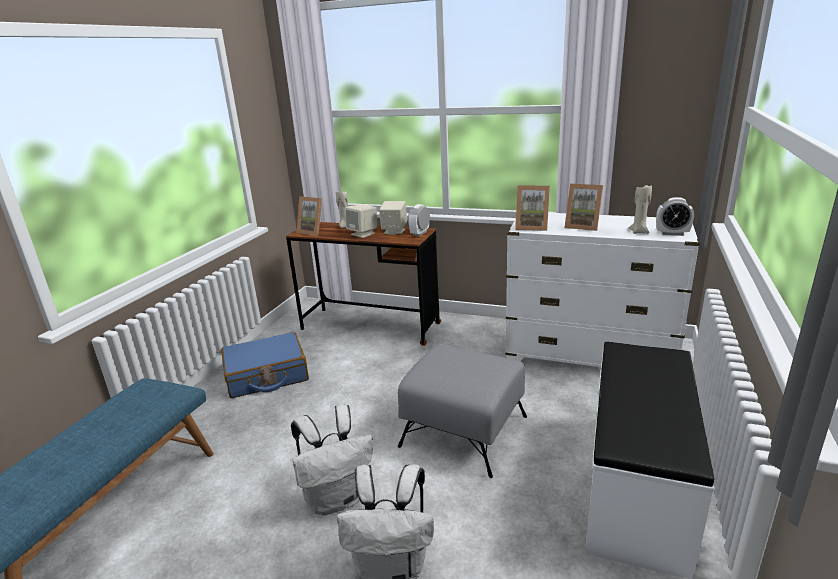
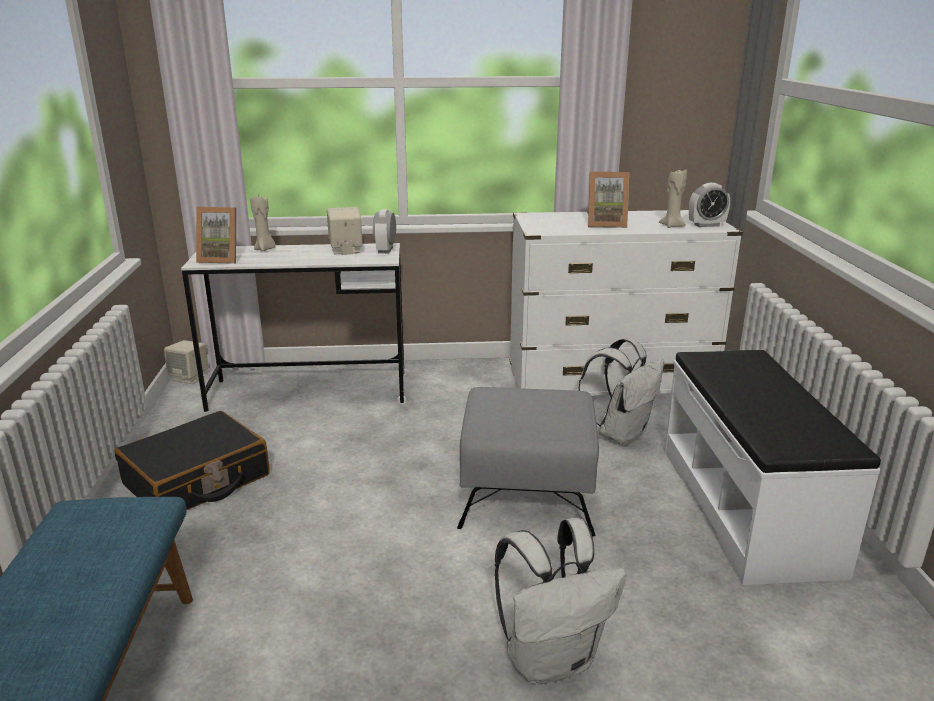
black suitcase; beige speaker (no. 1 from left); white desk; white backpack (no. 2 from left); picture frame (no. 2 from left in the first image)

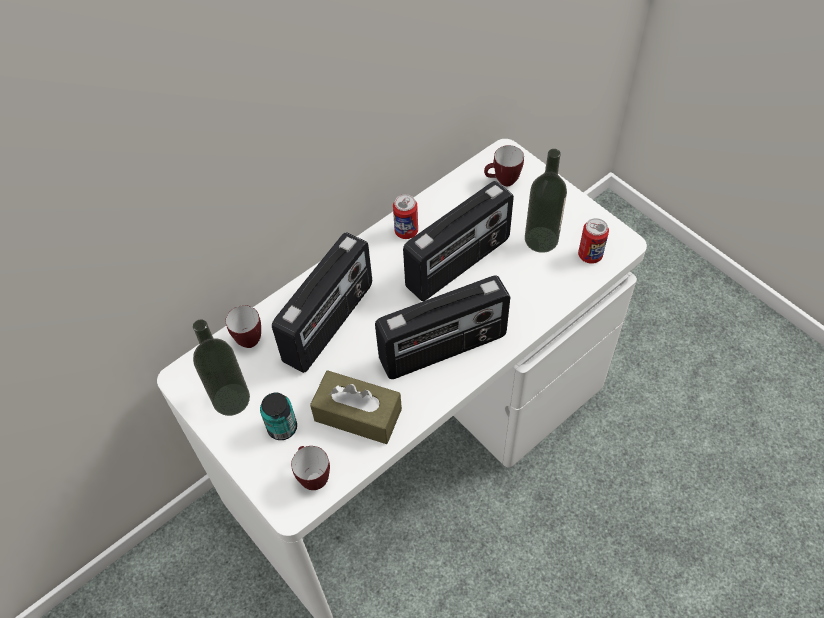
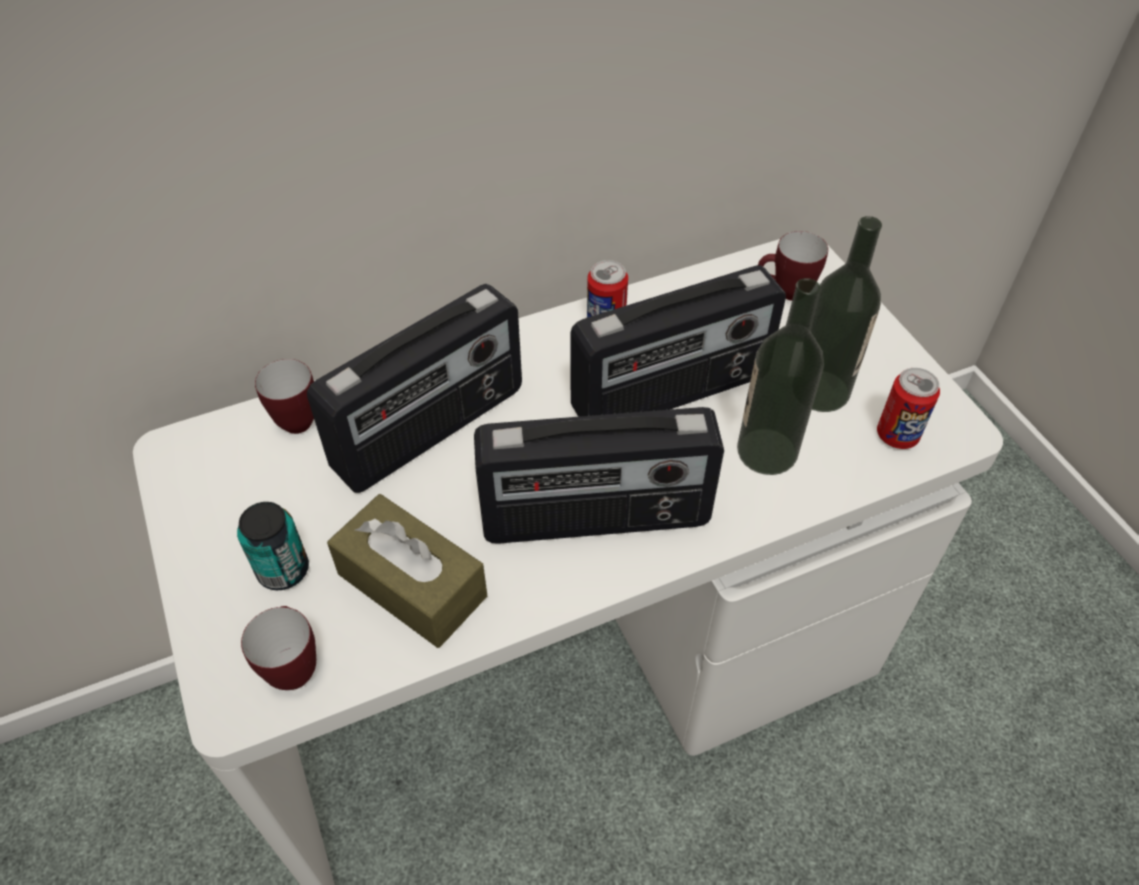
bottle (no. 1 from left)

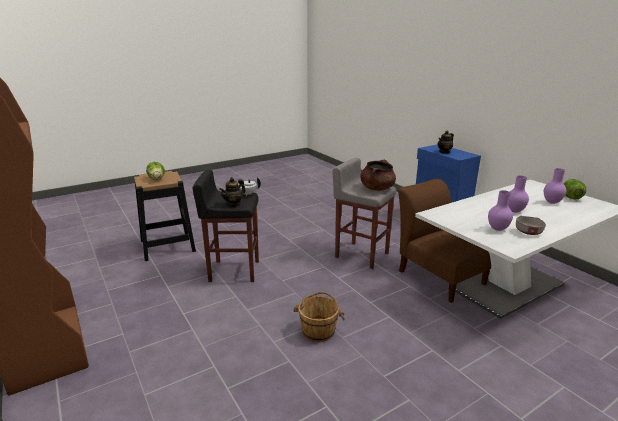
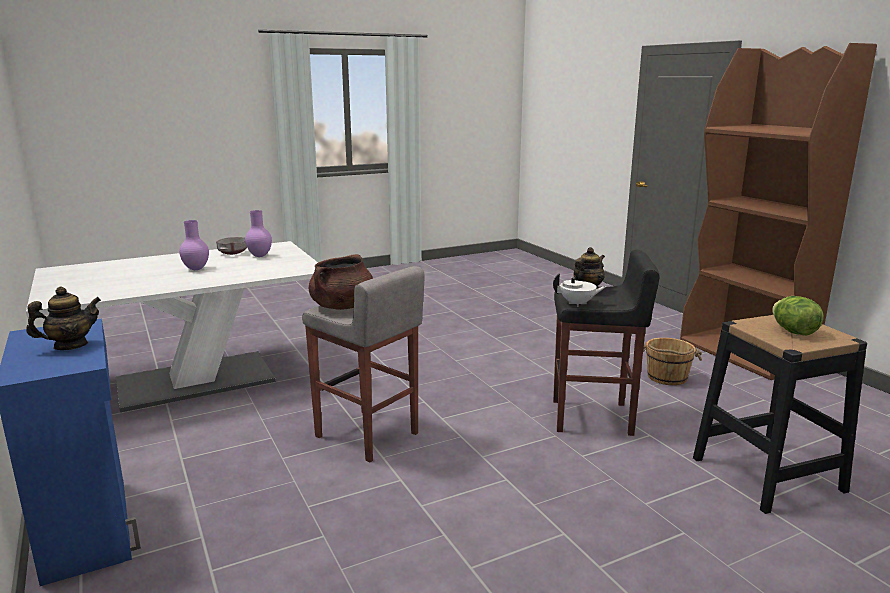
brown bucket; brown chair; purple vase (no. 3 from left in the first image); lettuce (no. 2 from left in the first image)

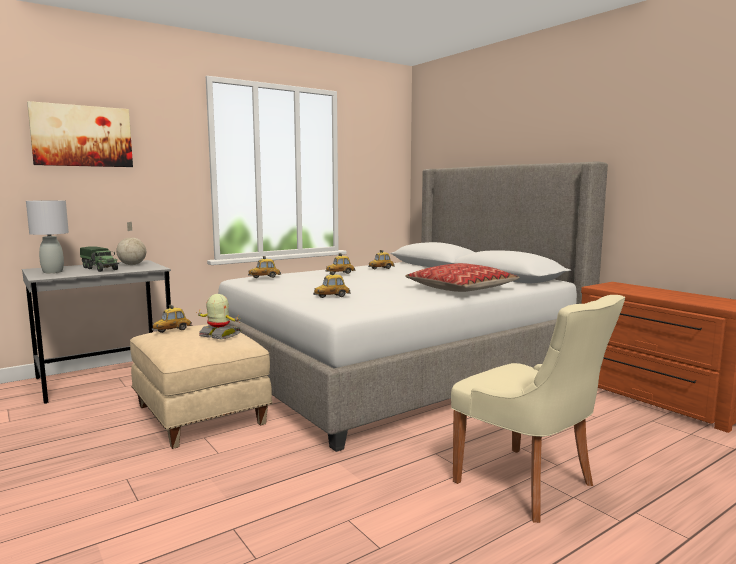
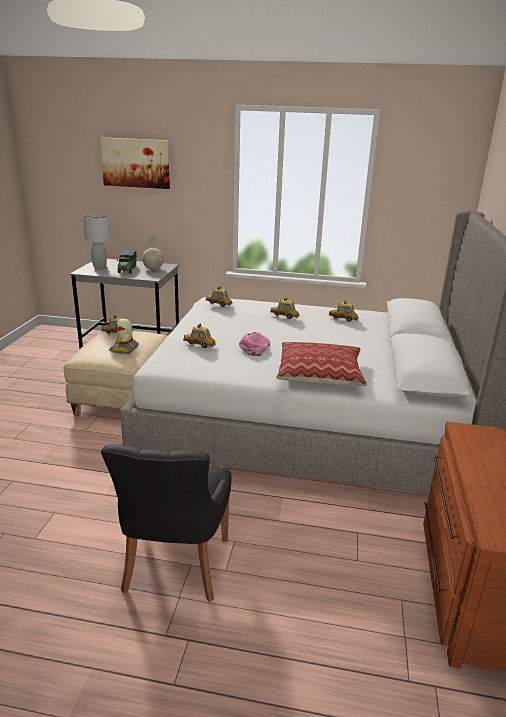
black chair; toy robot; pink cap

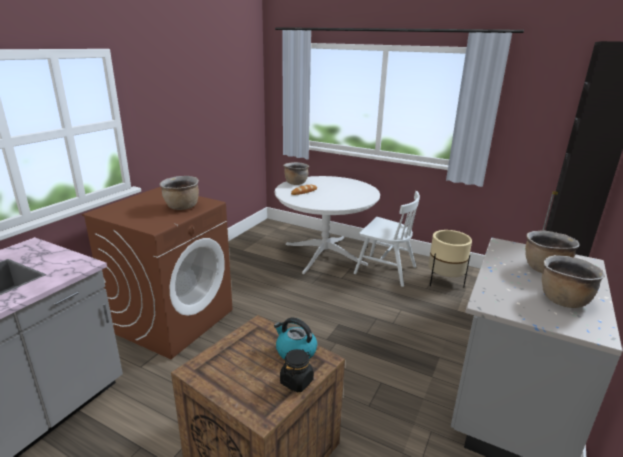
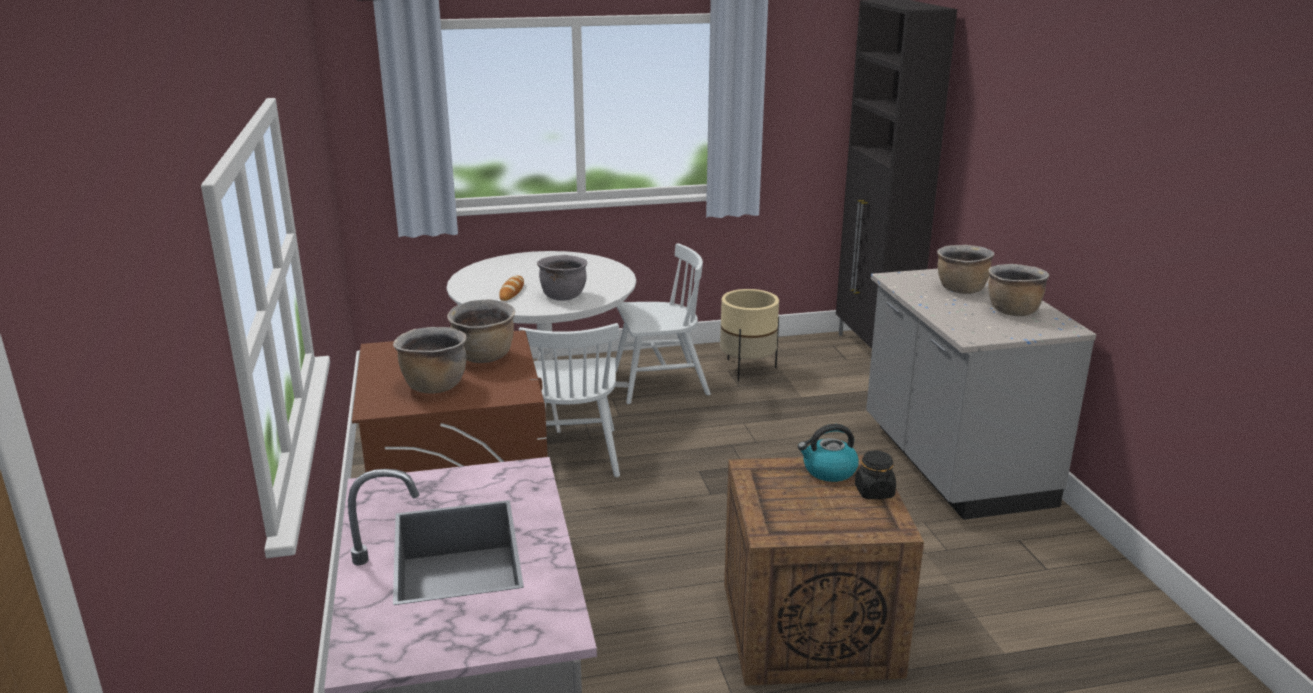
brown cooking pot (no. 1 from left); white chair (no. 1 from left); grey cooking pot

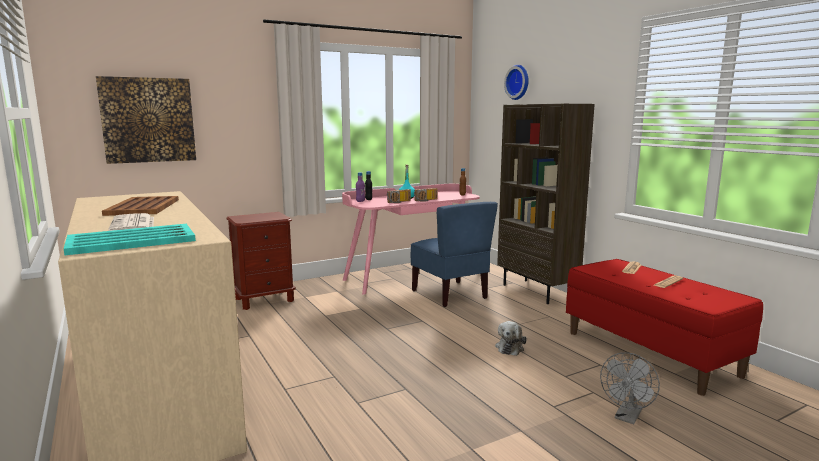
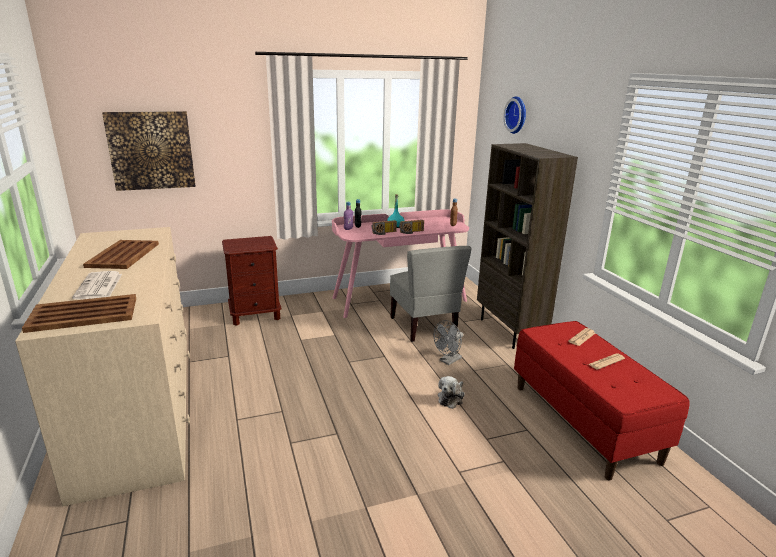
brown tray (no. 1 from left); grey chair; grey fan

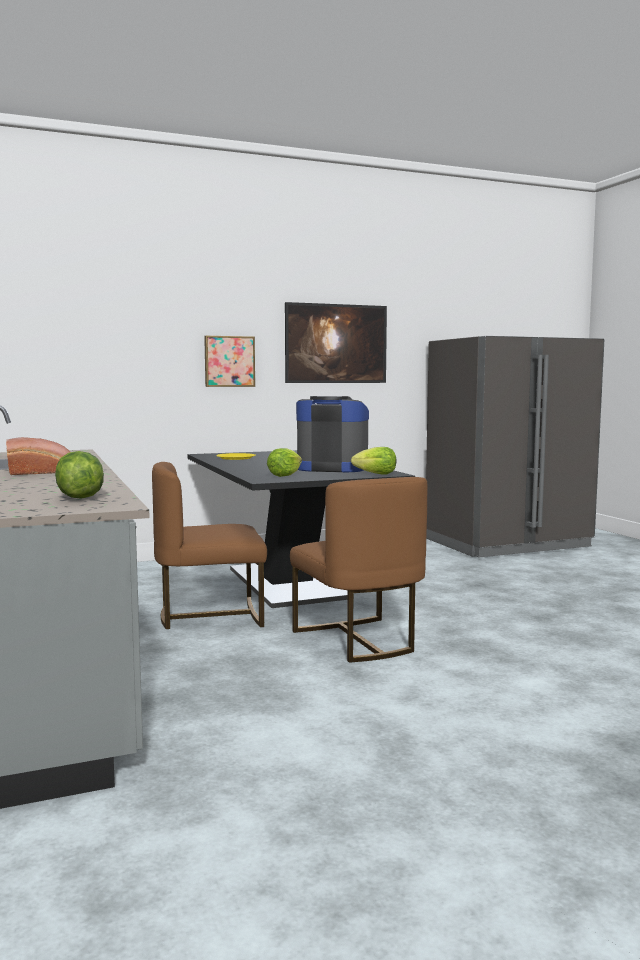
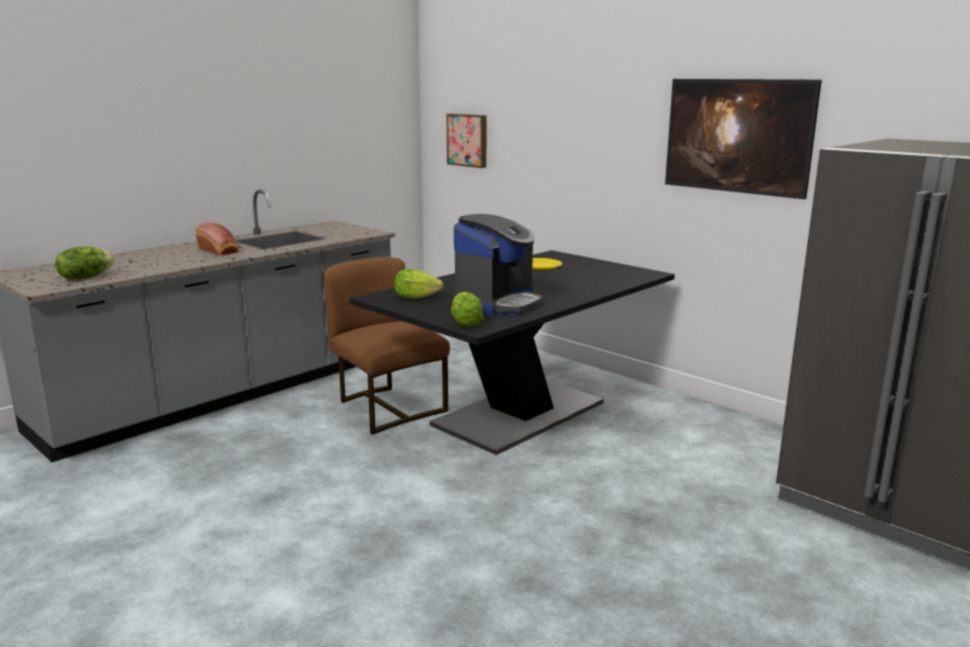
picture (no. 1 from left); coffee machine; brown chair (no. 2 from left in the first image)

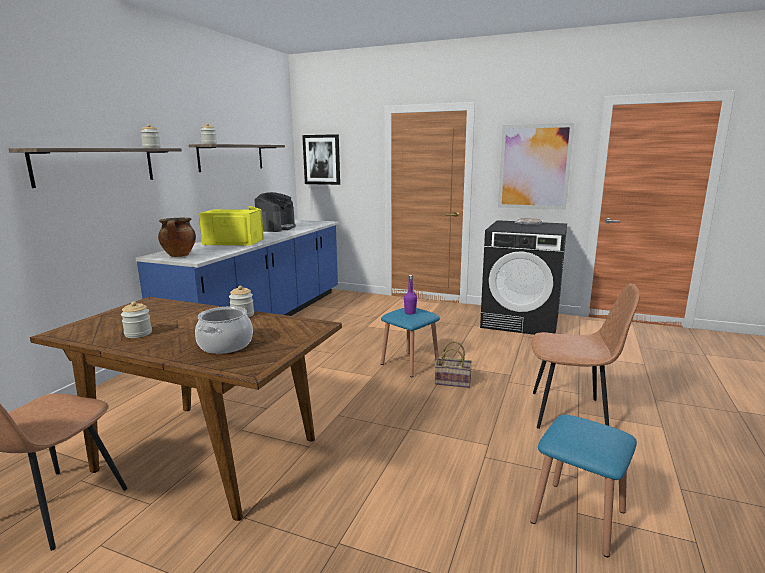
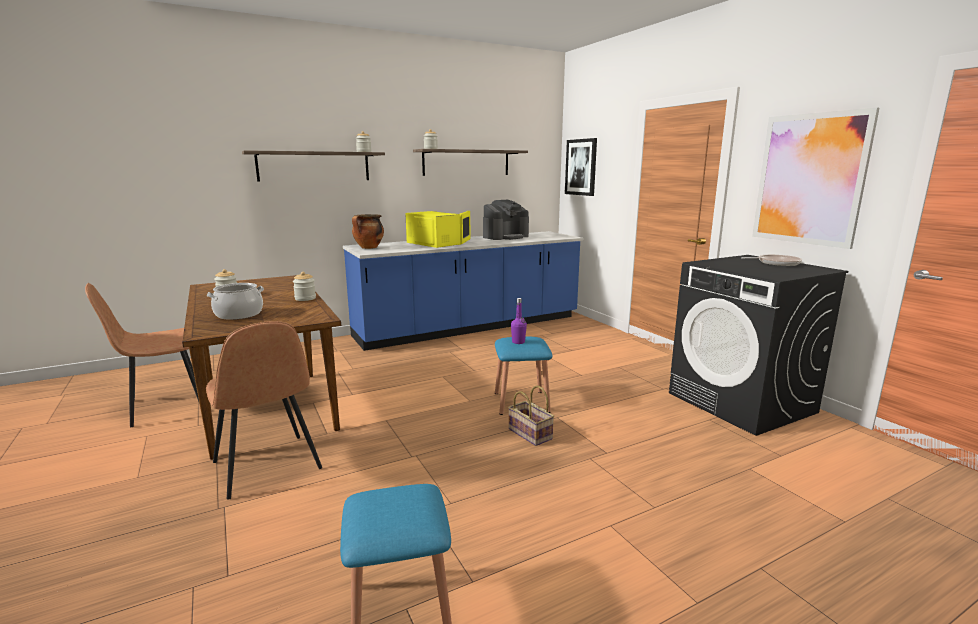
brown chair (no. 2 from left)

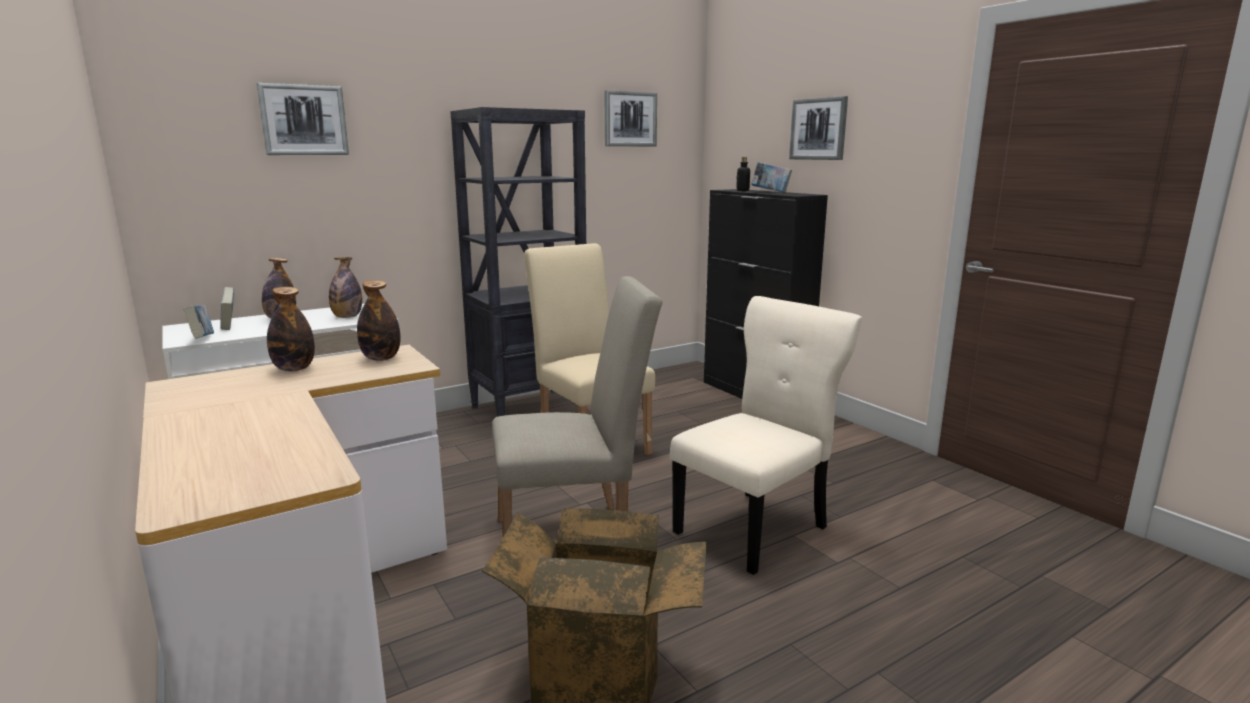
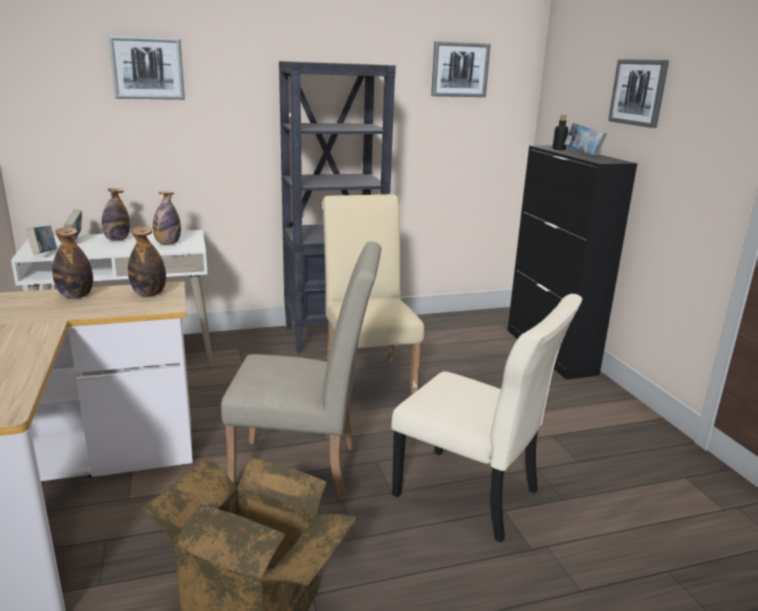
beige chair (no. 3 from left)

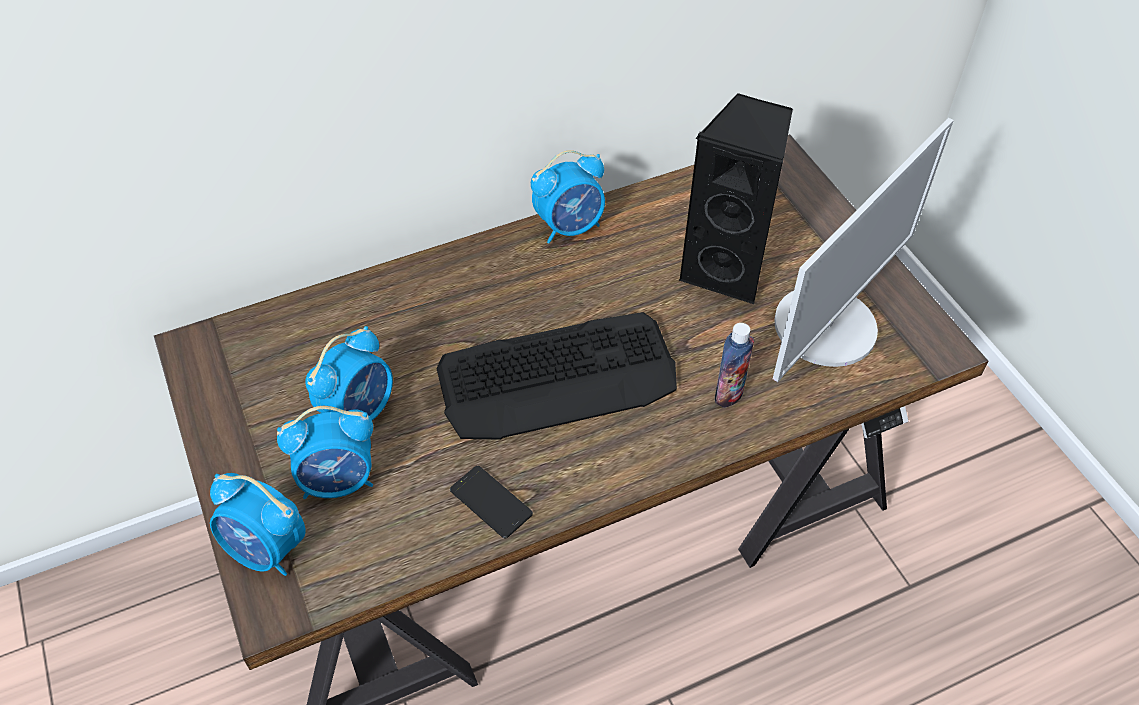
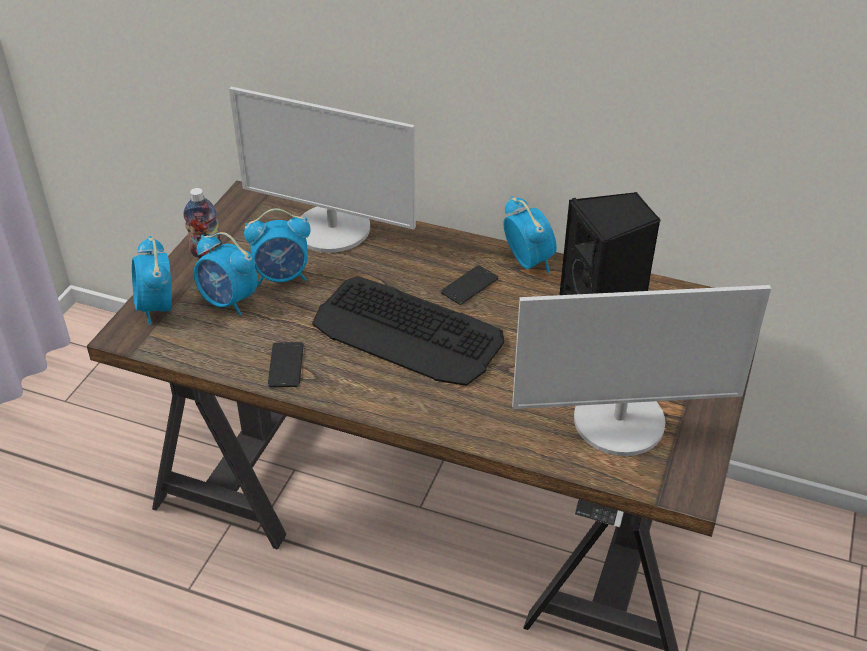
bottle; monitor (no. 1 from left); phone (no. 2 from left); alarm clock (no. 4 from left)

